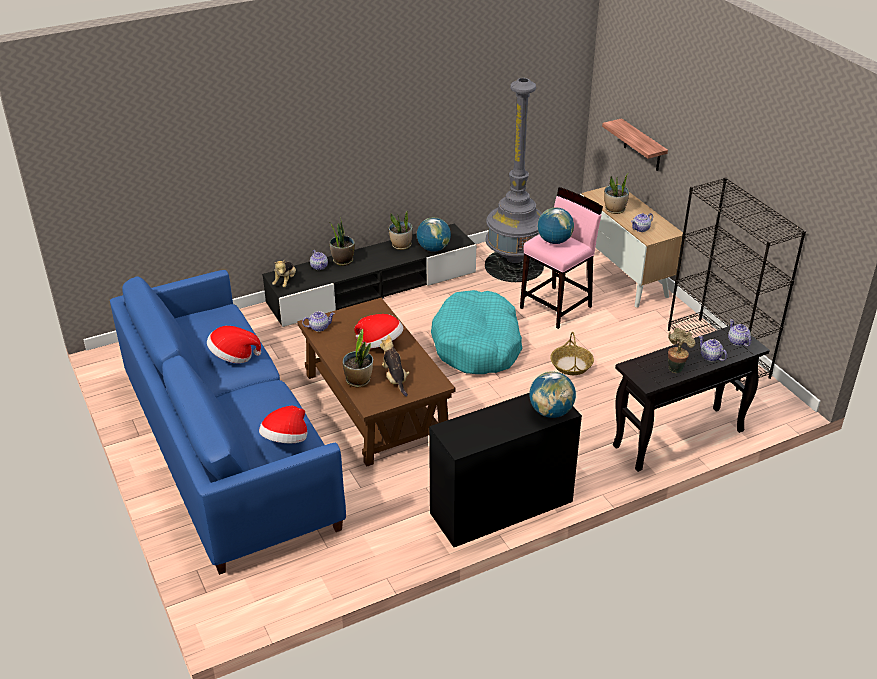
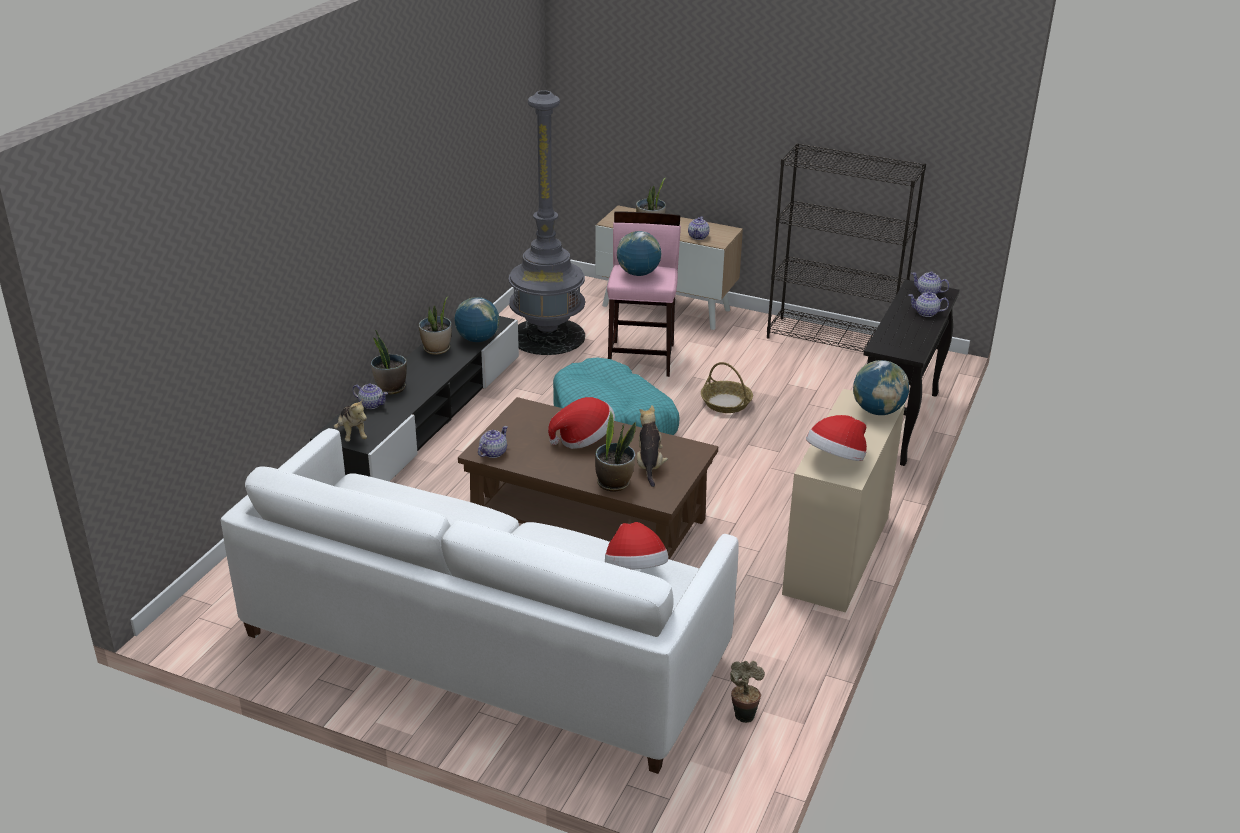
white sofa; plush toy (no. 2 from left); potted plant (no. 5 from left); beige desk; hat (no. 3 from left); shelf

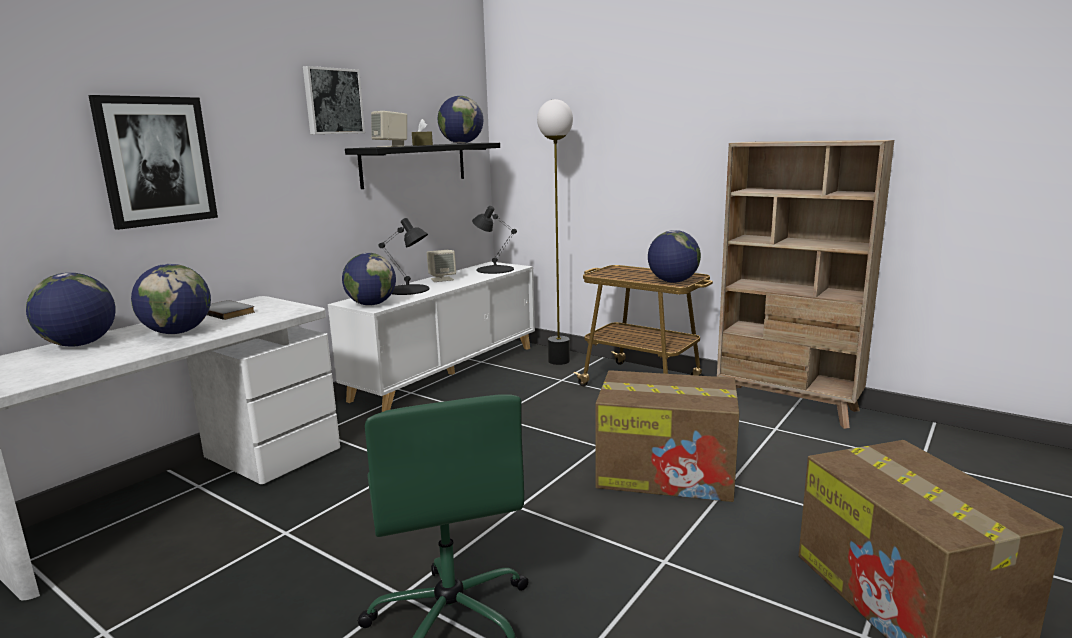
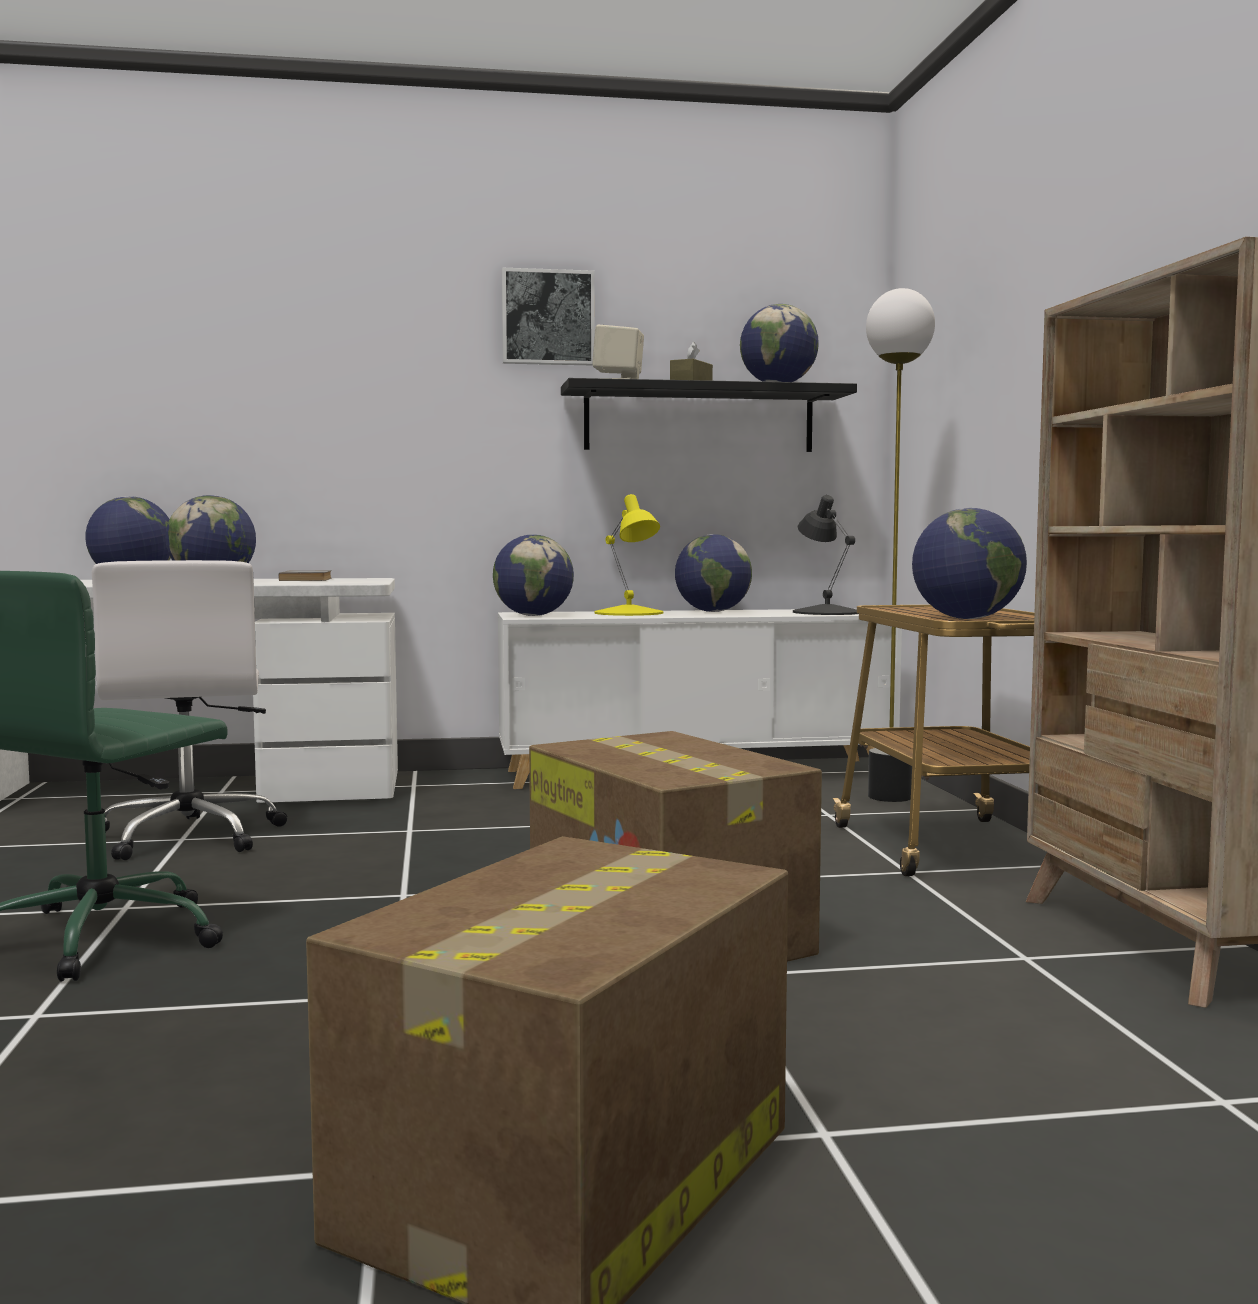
white office chair; yellow table lamp; globe (no. 4 from left); picture (no. 1 from left in the first image)

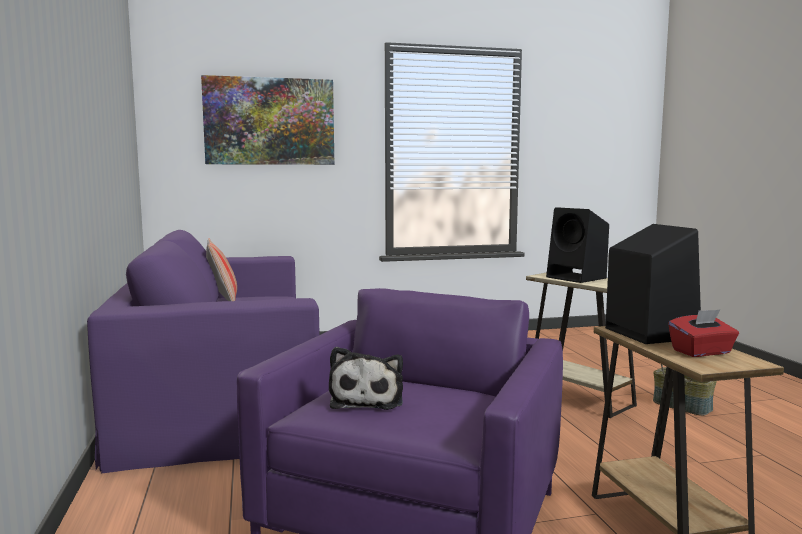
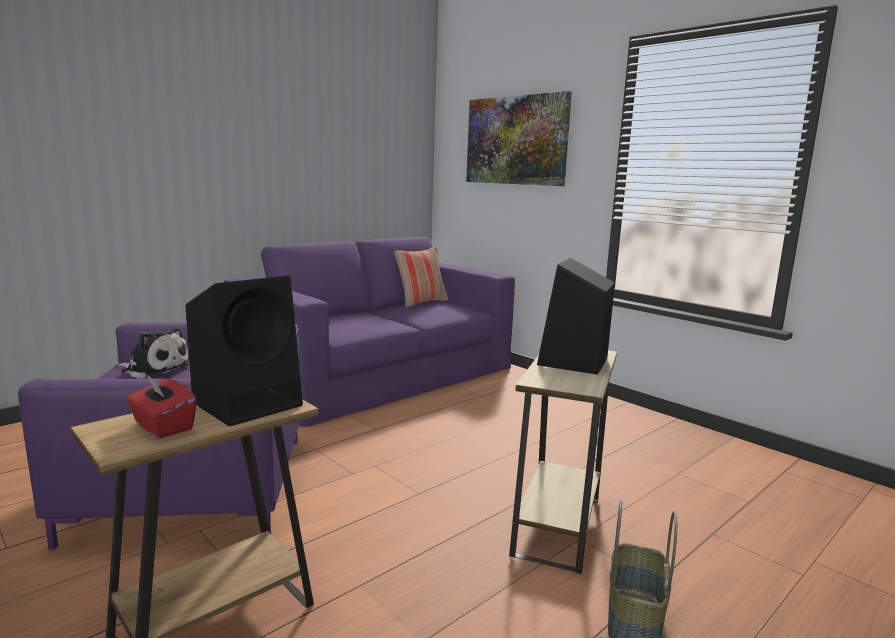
plush toy

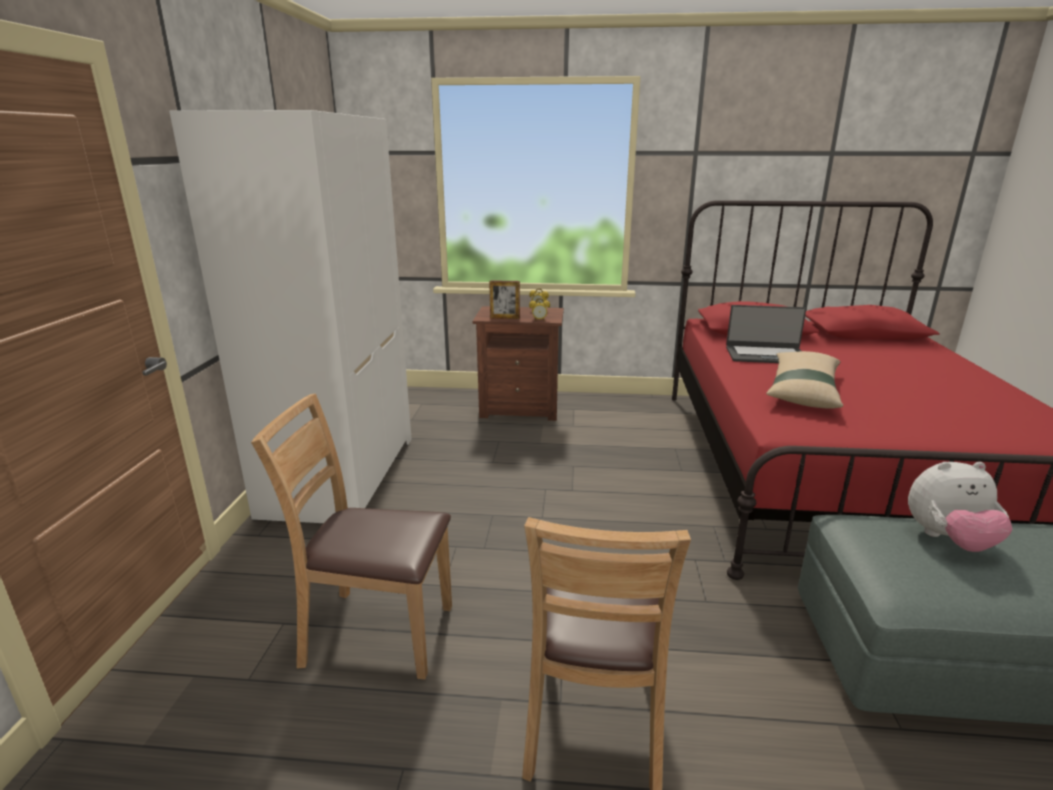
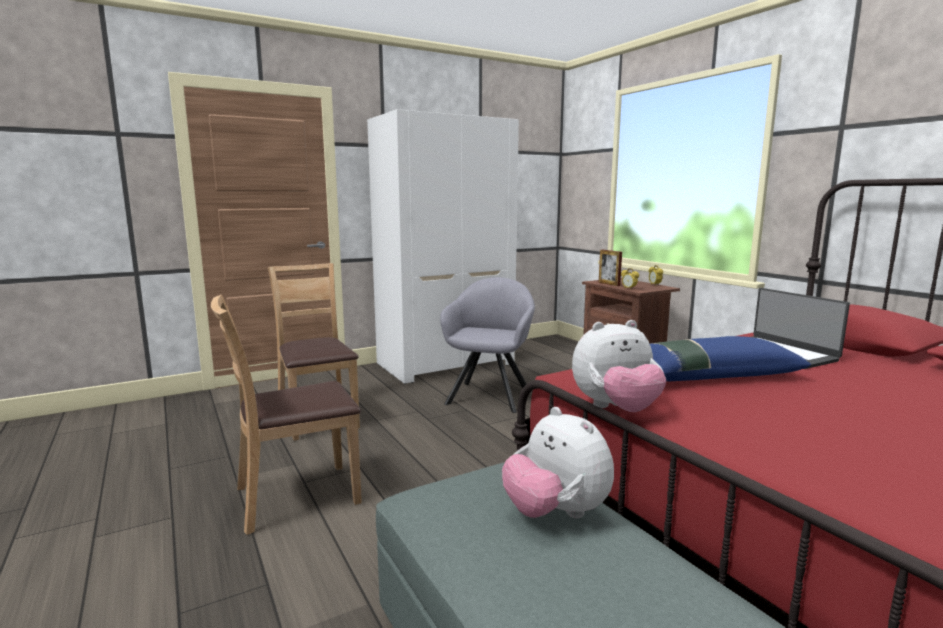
grey armchair; plush toy (no. 2 from left); blue pillow

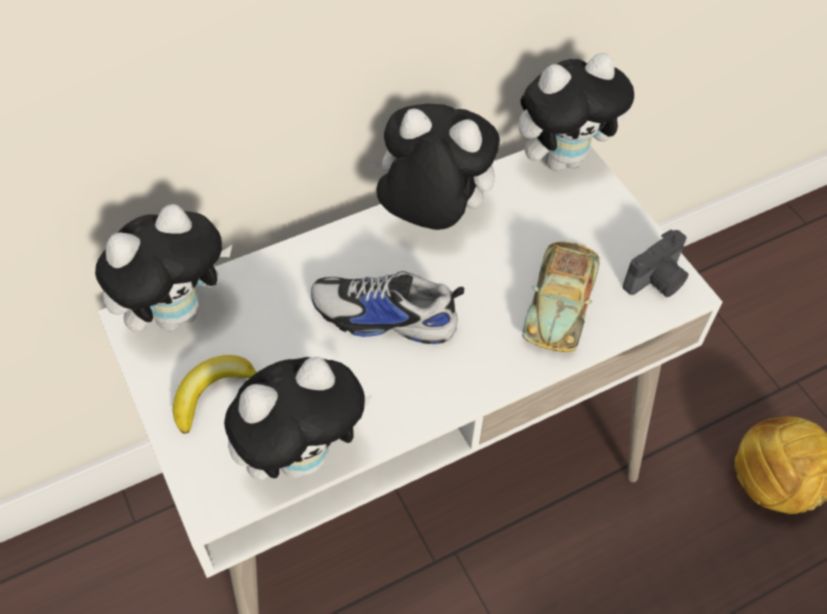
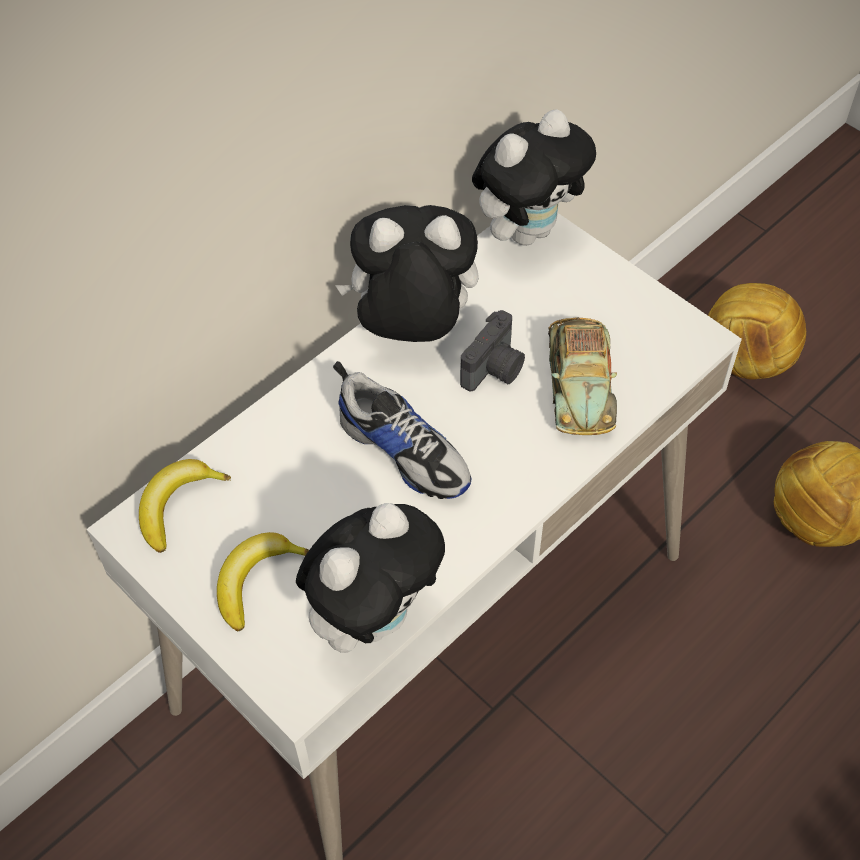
banana (no. 1 from left); shoe; photo camera; football (no. 1 from left)

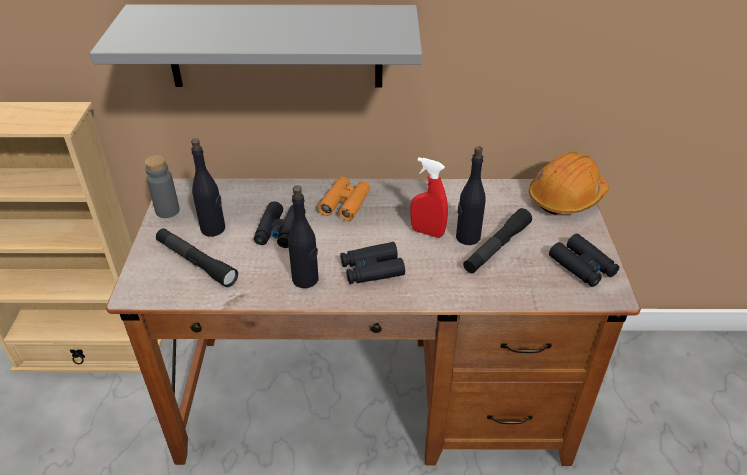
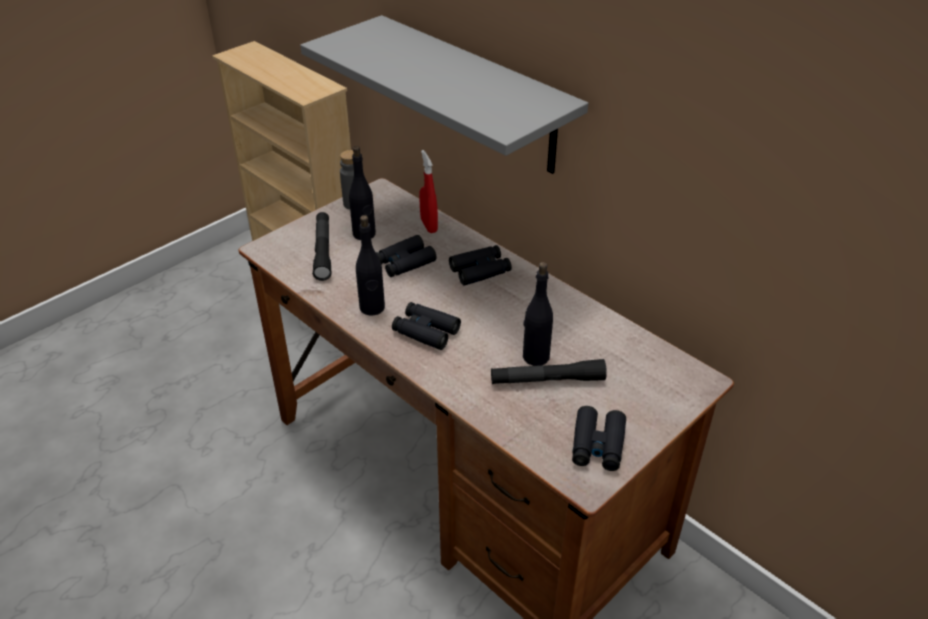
red spray bottle; black binoculars (no. 3 from left); orange hard hat

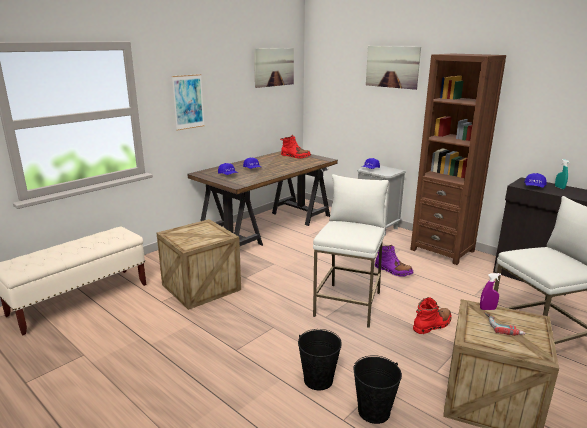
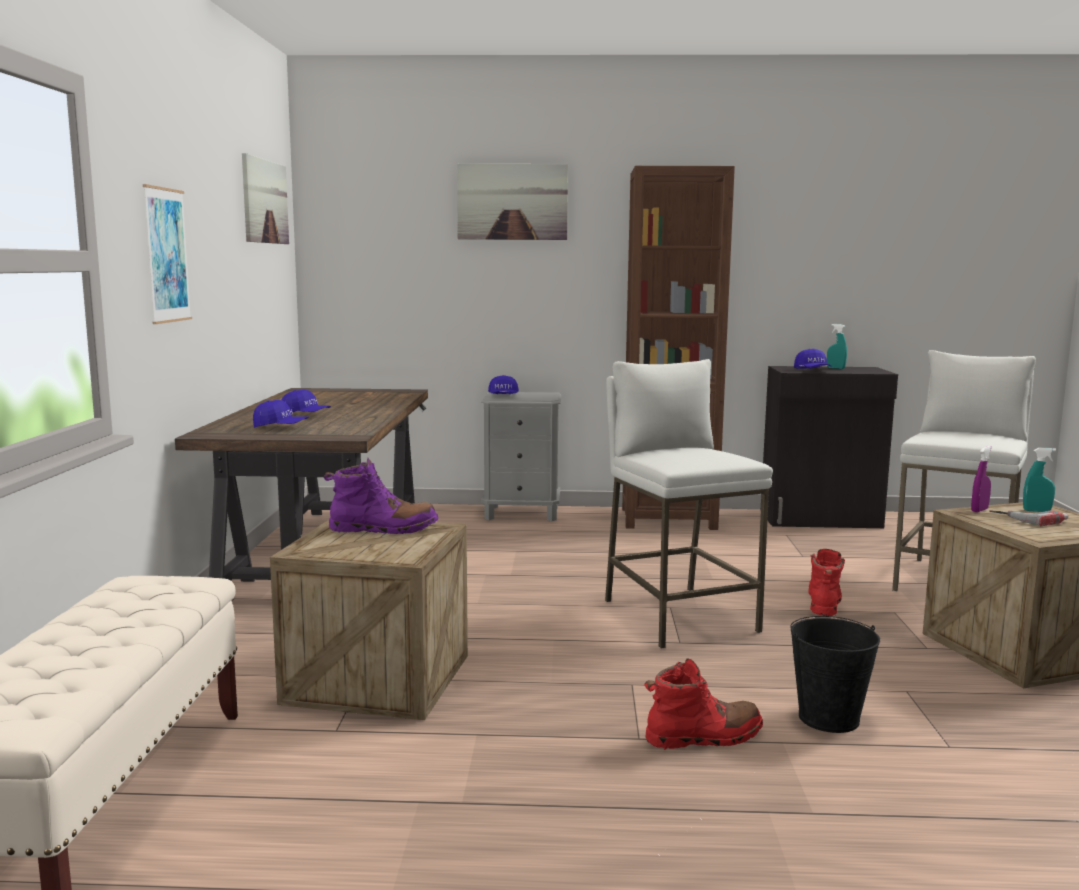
purple boot; red boot (no. 1 from left); turquoise spray bottle (no. 2 from left); black bucket (no. 2 from left in the first image)

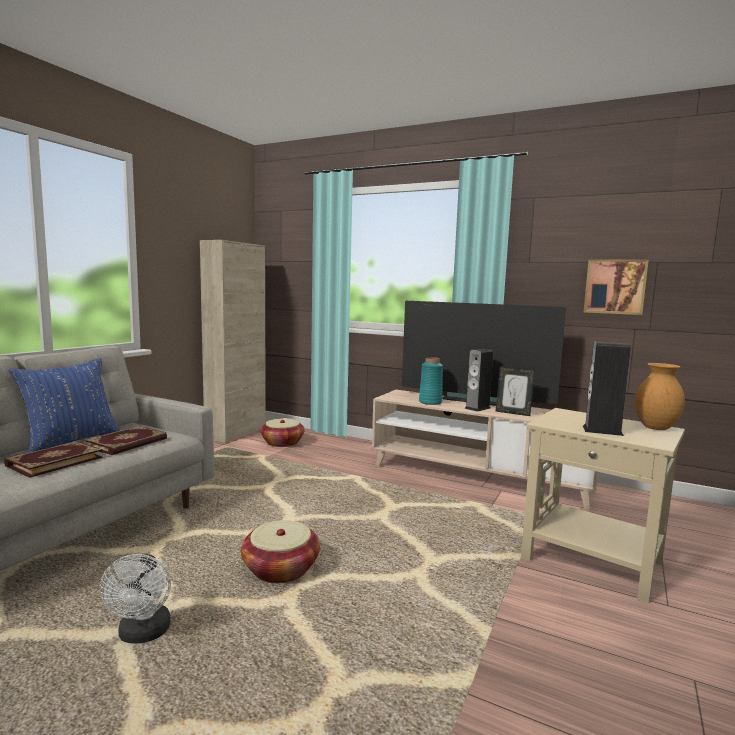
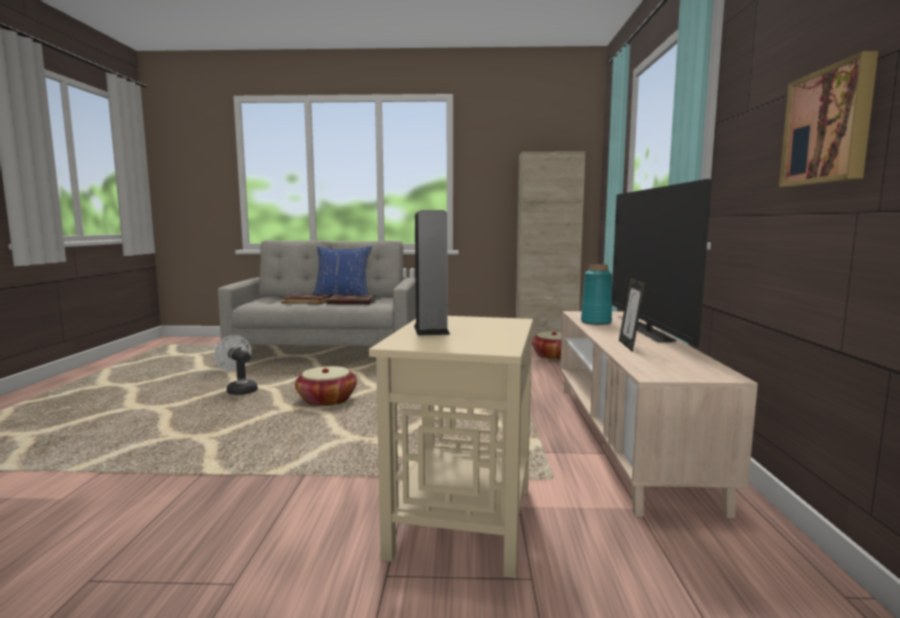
white fan; speaker (no. 1 from left in the first image); brown vase

